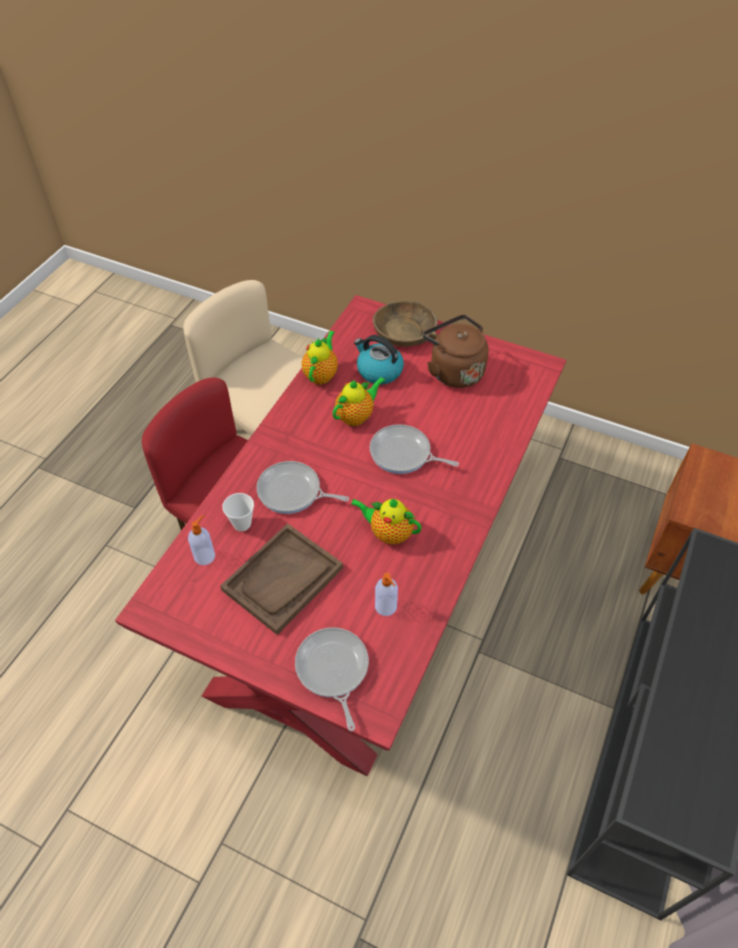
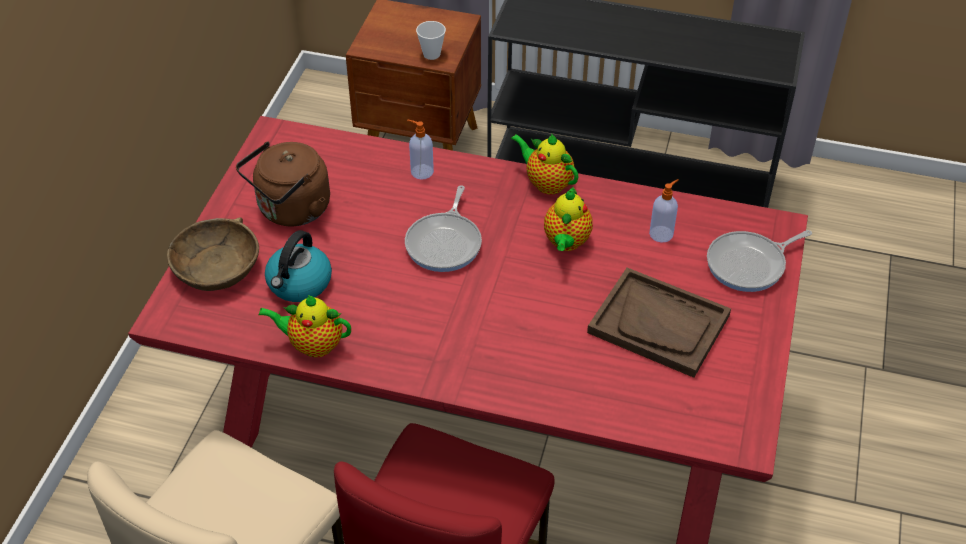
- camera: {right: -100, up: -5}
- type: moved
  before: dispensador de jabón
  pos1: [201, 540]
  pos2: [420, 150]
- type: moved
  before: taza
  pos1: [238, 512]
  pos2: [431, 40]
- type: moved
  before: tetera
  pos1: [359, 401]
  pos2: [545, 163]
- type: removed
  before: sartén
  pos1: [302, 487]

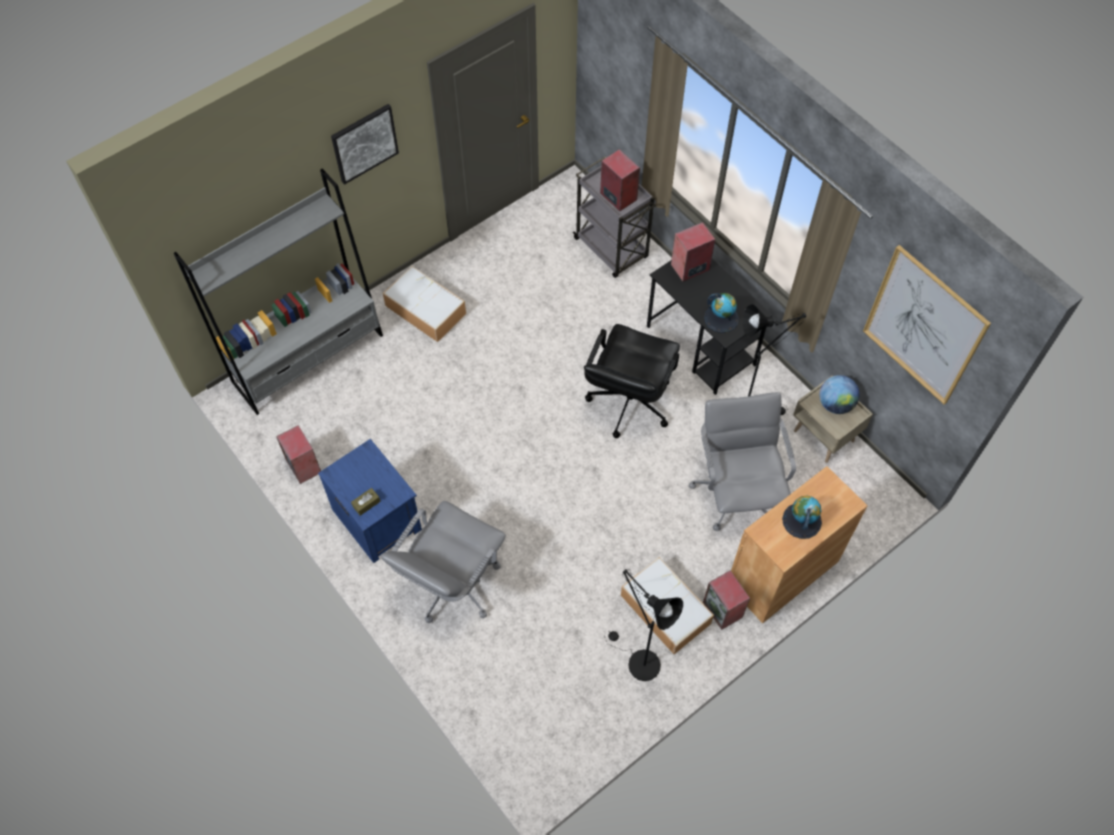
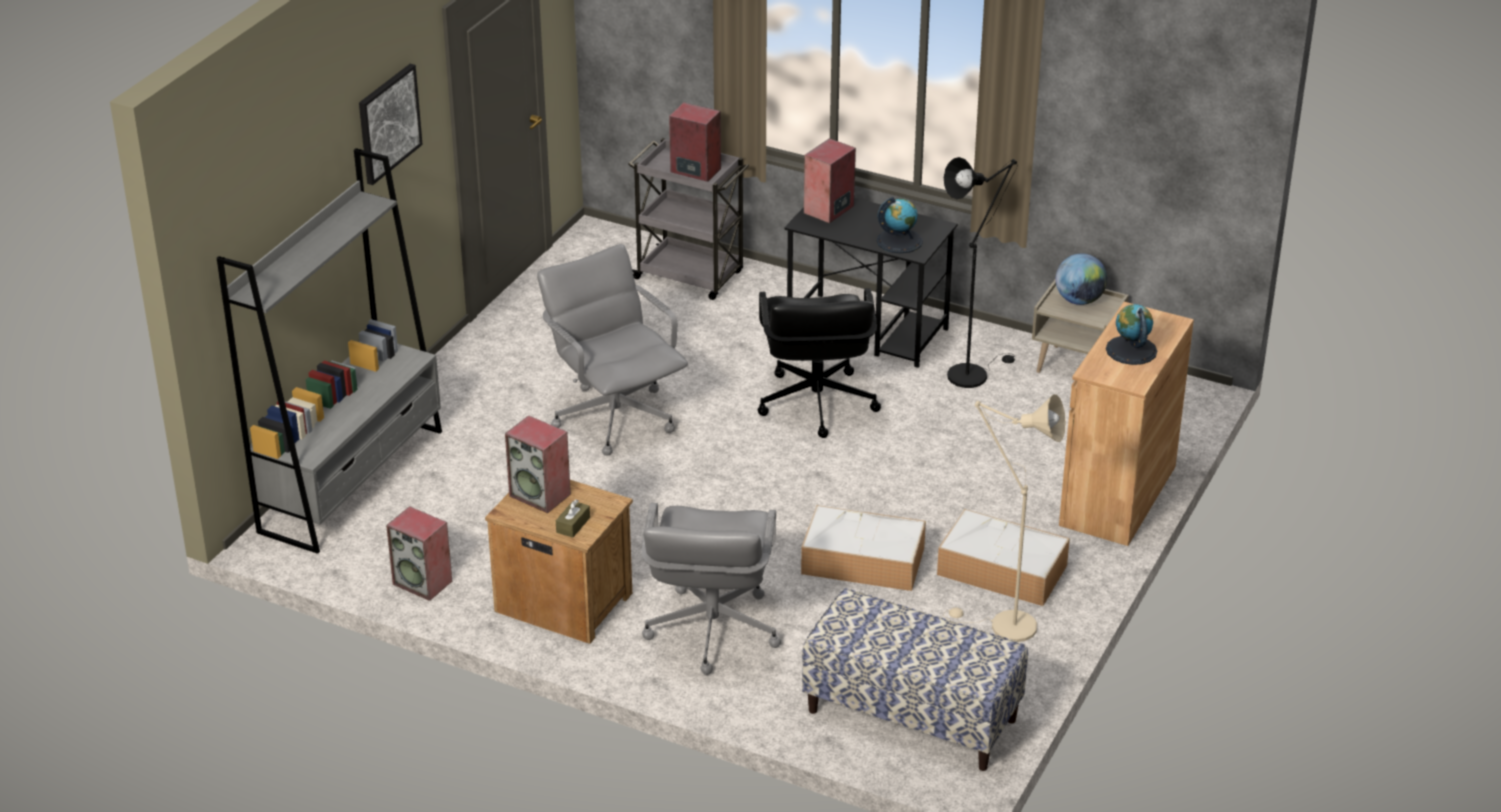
- camera: {right: -25, up: -25}
- type: recoloured
  before: mesita de noche [azul]
  after: mesita de noche [marrón]
  pos1: [370, 501]
  pos2: [559, 562]
- type: moved
  before: altavoz
  pos1: [726, 600]
  pos2: [538, 464]
- type: moved
  before: silla de oficina [gris]
  pos1: [742, 461]
  pos2: [612, 349]
- type: moved
  before: caja de almacenaje
  pos1: [424, 304]
  pos2: [863, 548]
- type: added
  after: banco
  pos2: [915, 679]
- type: recoloured
  before: lámpara de pie [negro]
  after: lámpara de pie [beis]
  pos1: [643, 625]
  pos2: [1004, 518]
- type: removed
  before: cuadro
  pos1: [927, 325]

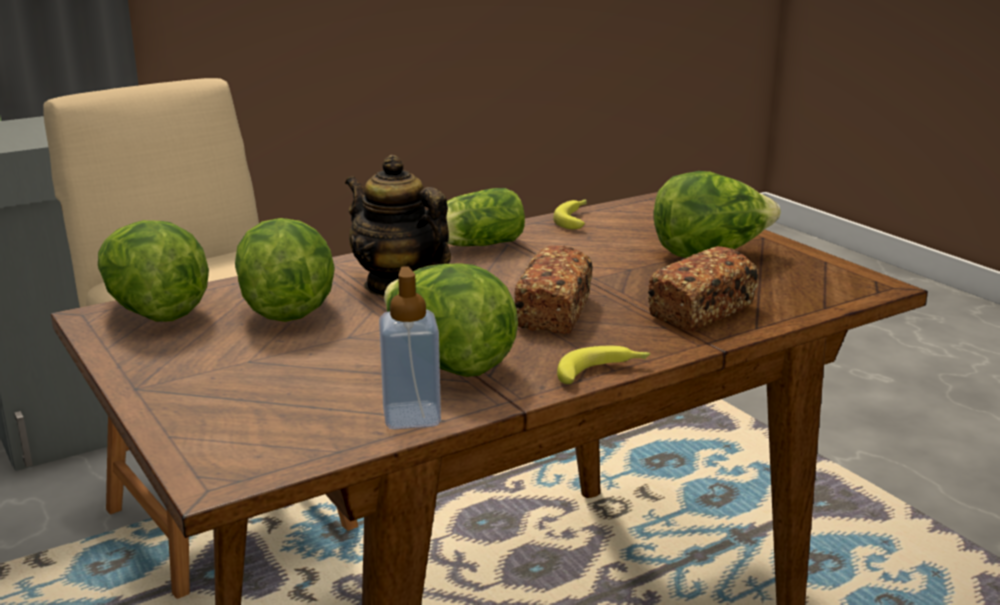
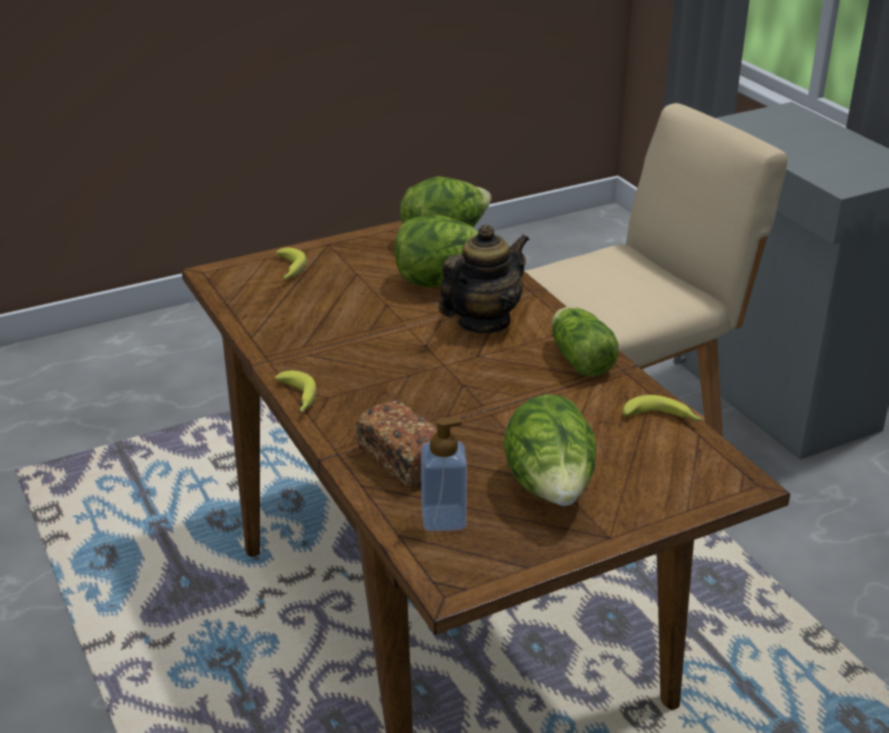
- camera: {right: 95, up: 10}
- type: added
  after: plátano
  pos2: [291, 263]
- type: moved
  before: dispensador de jabón
  pos1: [410, 348]
  pos2: [444, 475]
- type: removed
  before: lechuga
  pos1: [451, 320]
- type: removed
  before: pan
  pos1: [553, 290]

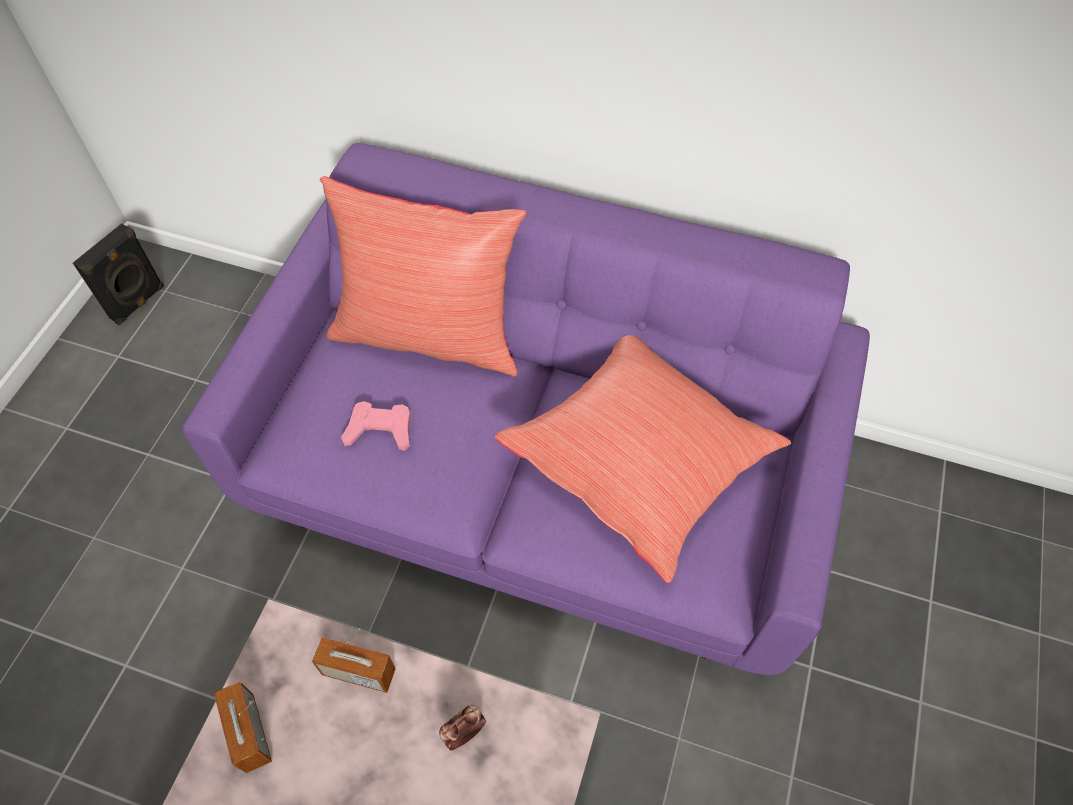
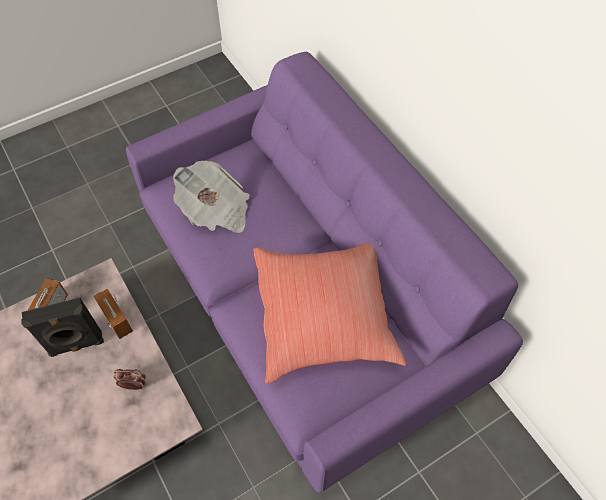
- camera: {right: 40, up: 0}
- type: moved
  before: altavoz [negro]
  pos1: [118, 274]
  pos2: [62, 327]
- type: replaced
  before: mando de consola [rosa]
  after: periódico
  pos1: [376, 426]
  pos2: [211, 197]
- type: removed
  before: cojín [rojo]
  pos1: [423, 276]

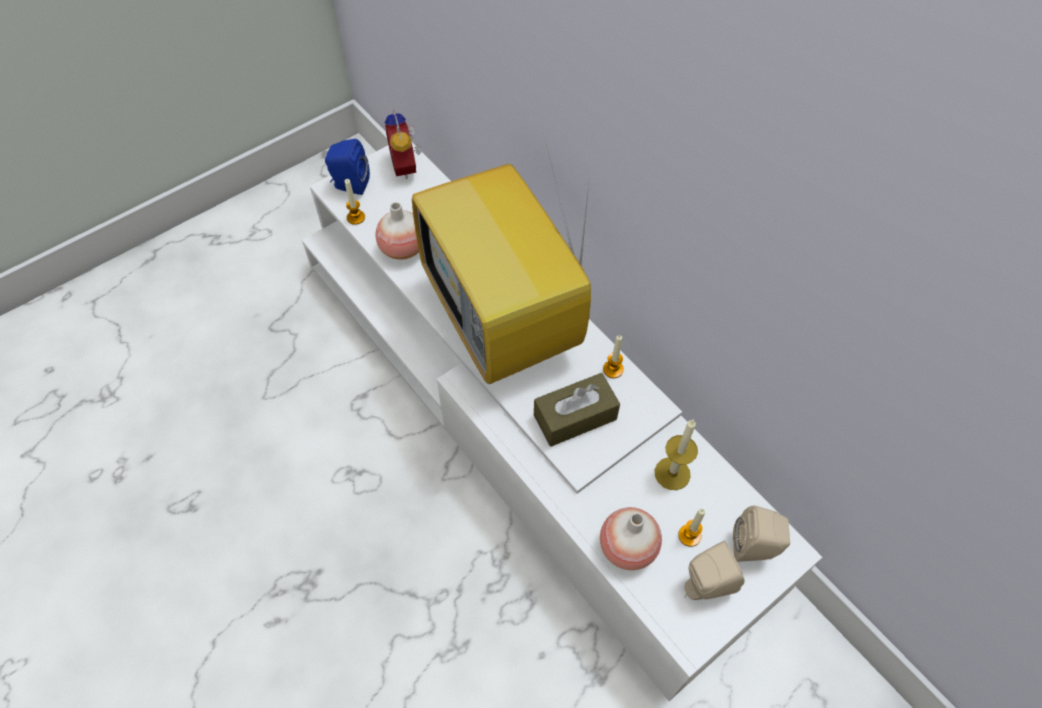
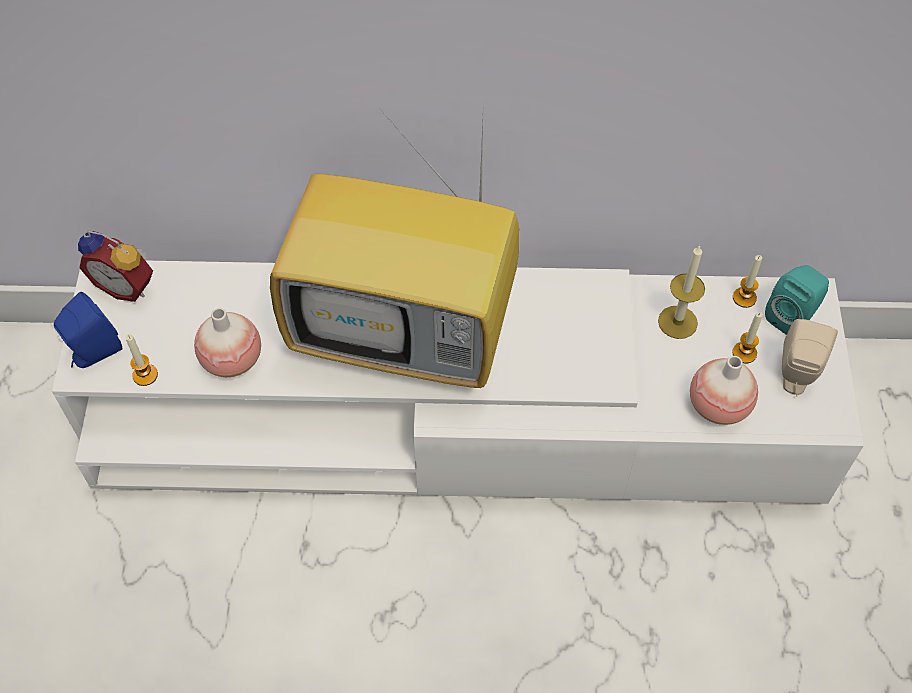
- camera: {right: -50, up: 0}
- type: moved
  before: vela
  pos1: [613, 356]
  pos2: [747, 281]
- type: recoloured
  before: altavoz [beis]
  after: altavoz [turquesa]
  pos1: [761, 533]
  pos2: [797, 300]
- type: removed
  before: caja de pañuelos [marrón]
  pos1: [577, 410]

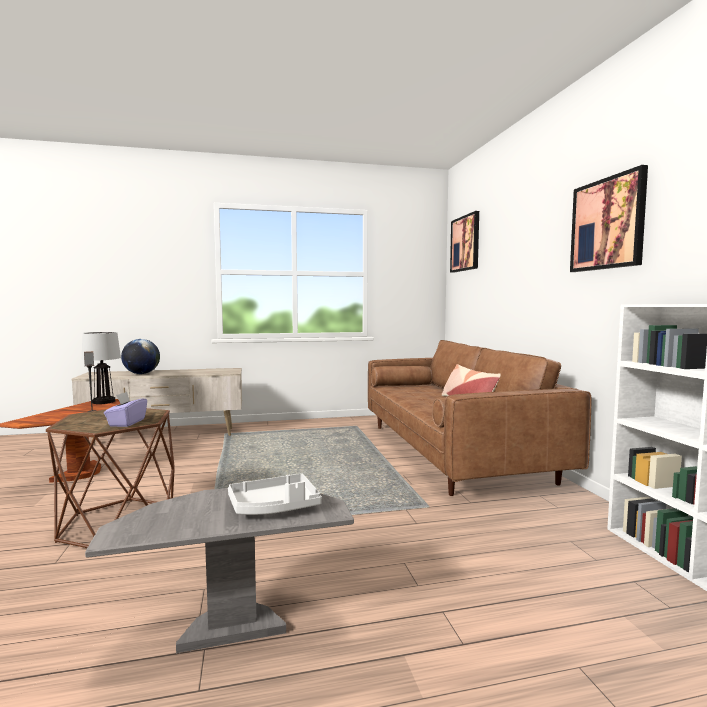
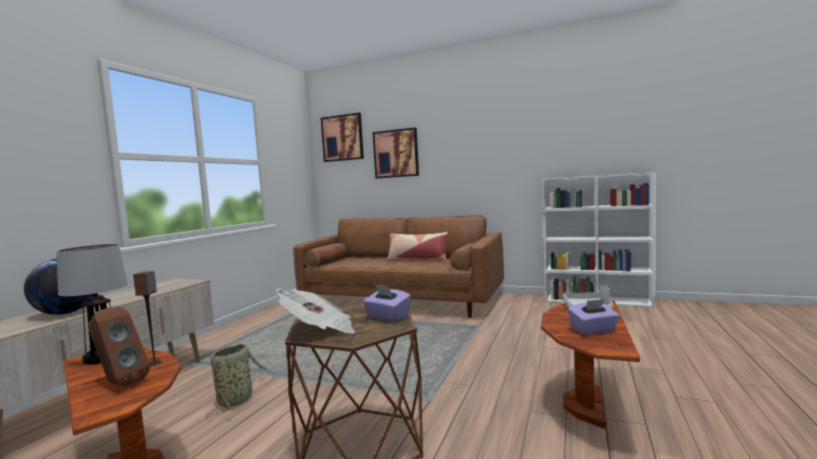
- camera: {right: -55, up: 0}
- type: added
  after: altavoz [marrón]
  pos2: [119, 346]
- type: added
  after: cesta
  pos2: [236, 380]
- type: added
  after: periódico
  pos2: [315, 311]
- type: moved
  before: cuadro
  pos1: [609, 218]
  pos2: [395, 153]
- type: recoloured
  before: mesa auxiliar [gris]
  after: mesa auxiliar [marrón]
  pos1: [219, 570]
  pos2: [590, 364]
- type: added
  after: caja de pañuelos [morado]
  pos2: [594, 317]

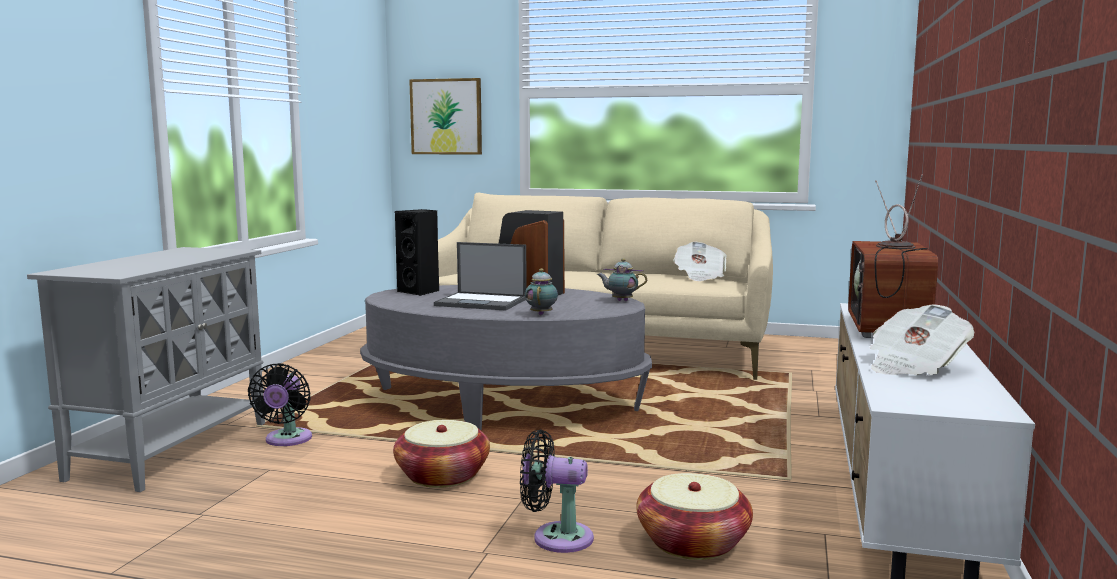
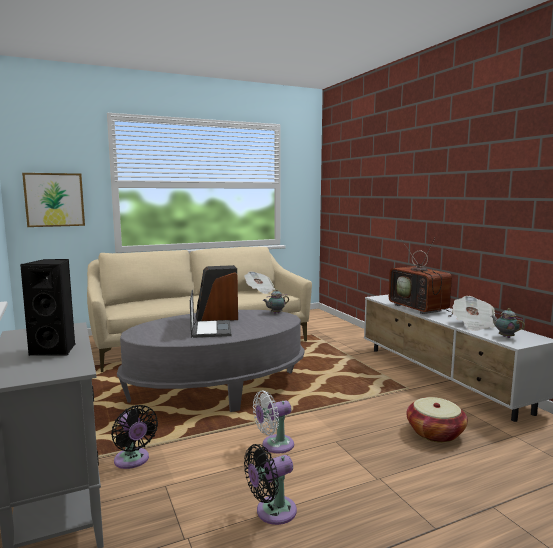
- camera: {right: -40, up: 0}
- type: moved
  before: altavoz [negro]
  pos1: [417, 252]
  pos2: [47, 307]
- type: turned
  before: portátil
  pos1: [480, 276]
  pos2: [210, 314]
  turn: -75
- type: moved
  before: ventilador [negro]
  pos1: [557, 491]
  pos2: [270, 484]
- type: replaced
  before: cesta
  after: ventilador [blanco]
  pos1: [441, 454]
  pos2: [273, 422]
- type: moved
  before: tetera
  pos1: [541, 292]
  pos2: [508, 323]

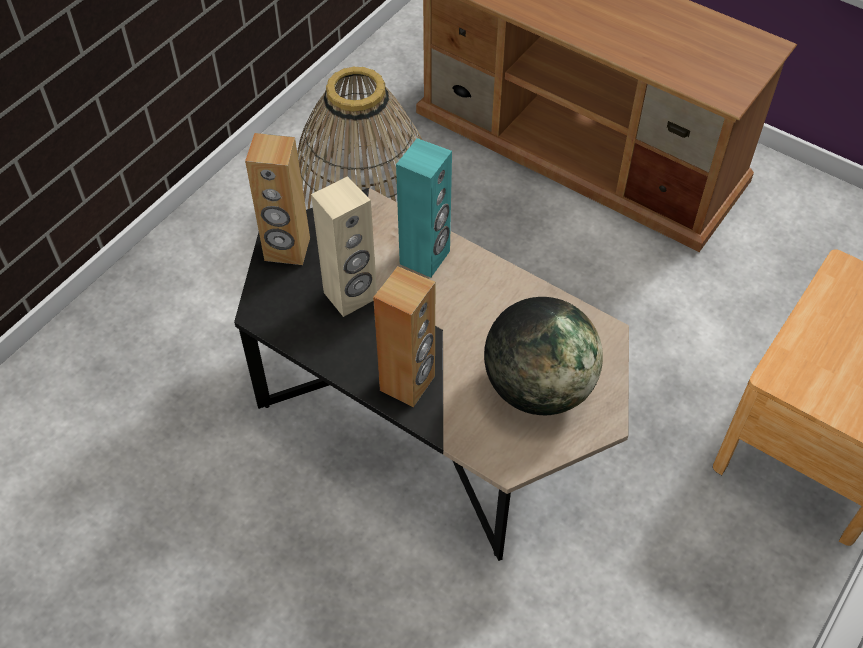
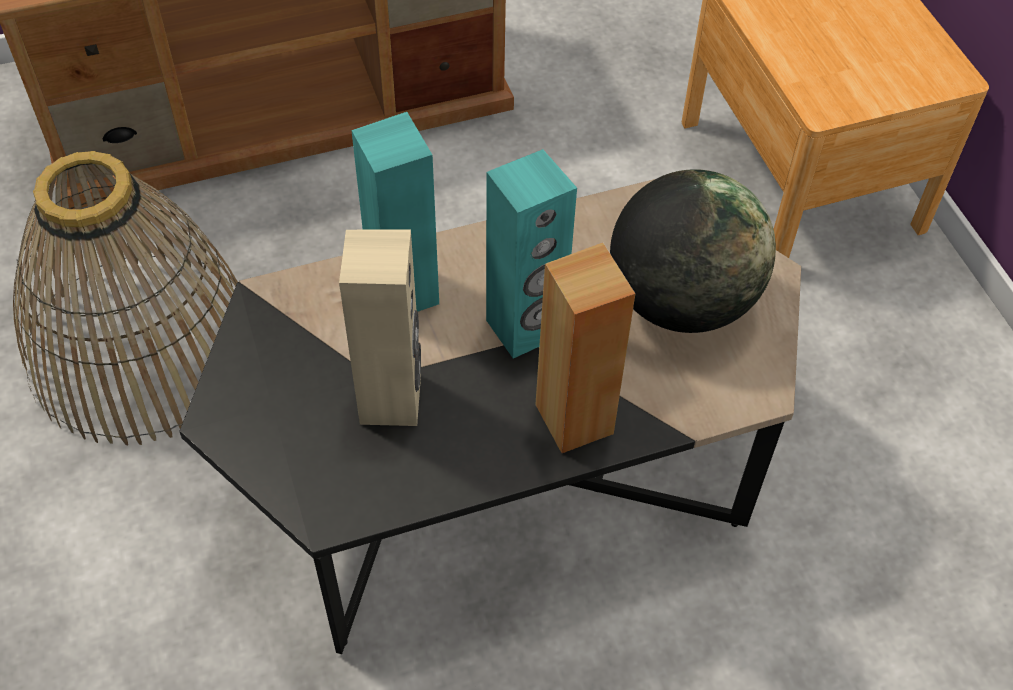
- camera: {right: -55, up: 0}
- type: added
  after: altavoz [turquesa]
  pos2: [531, 254]
- type: removed
  before: altavoz [marrón]
  pos1: [277, 199]

